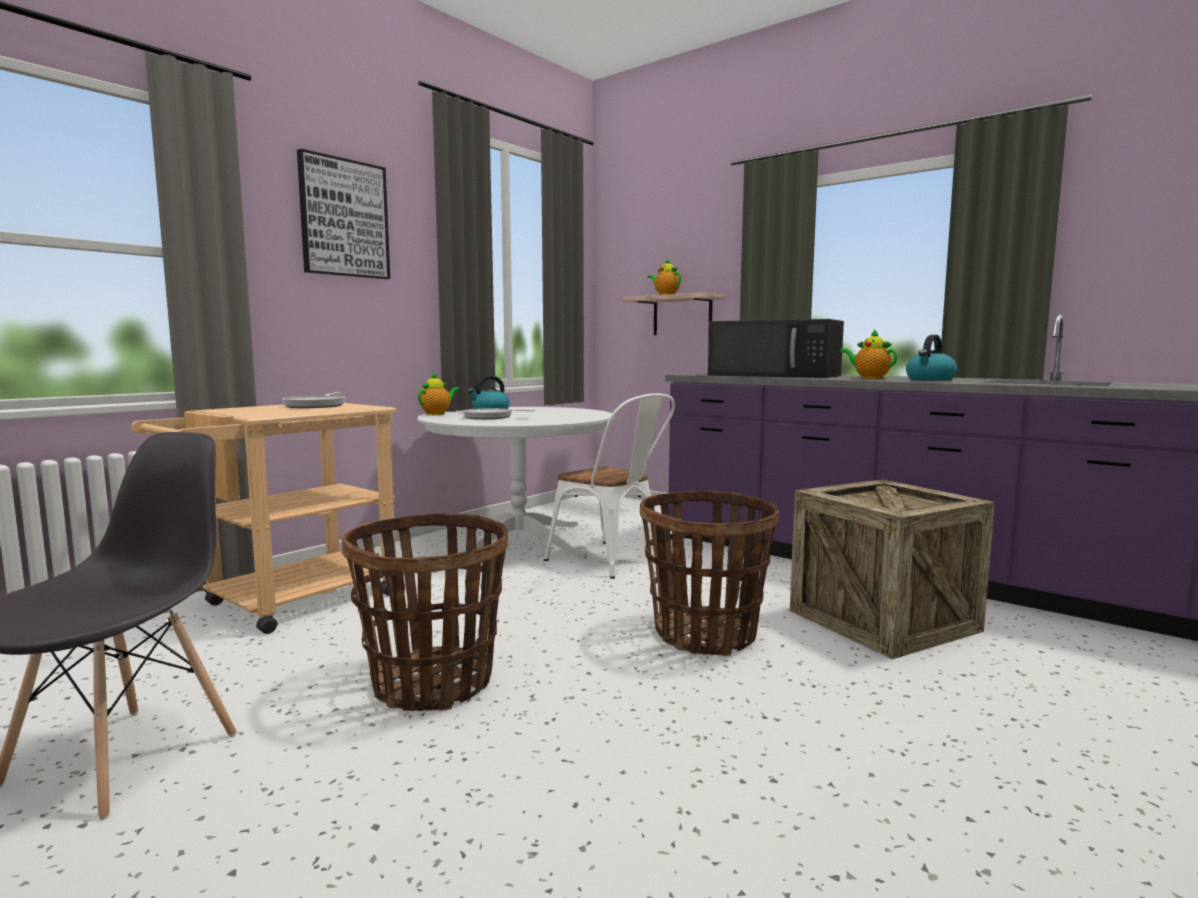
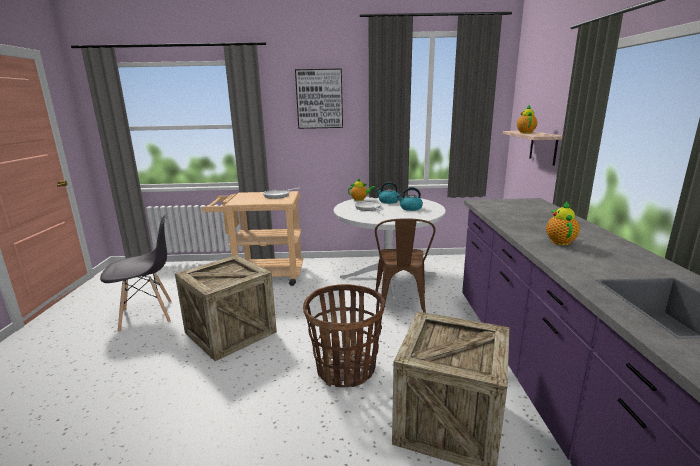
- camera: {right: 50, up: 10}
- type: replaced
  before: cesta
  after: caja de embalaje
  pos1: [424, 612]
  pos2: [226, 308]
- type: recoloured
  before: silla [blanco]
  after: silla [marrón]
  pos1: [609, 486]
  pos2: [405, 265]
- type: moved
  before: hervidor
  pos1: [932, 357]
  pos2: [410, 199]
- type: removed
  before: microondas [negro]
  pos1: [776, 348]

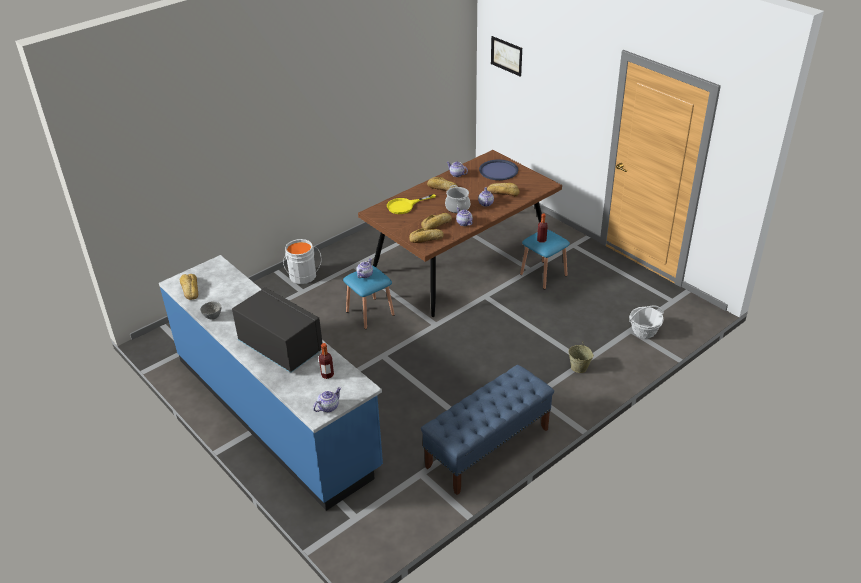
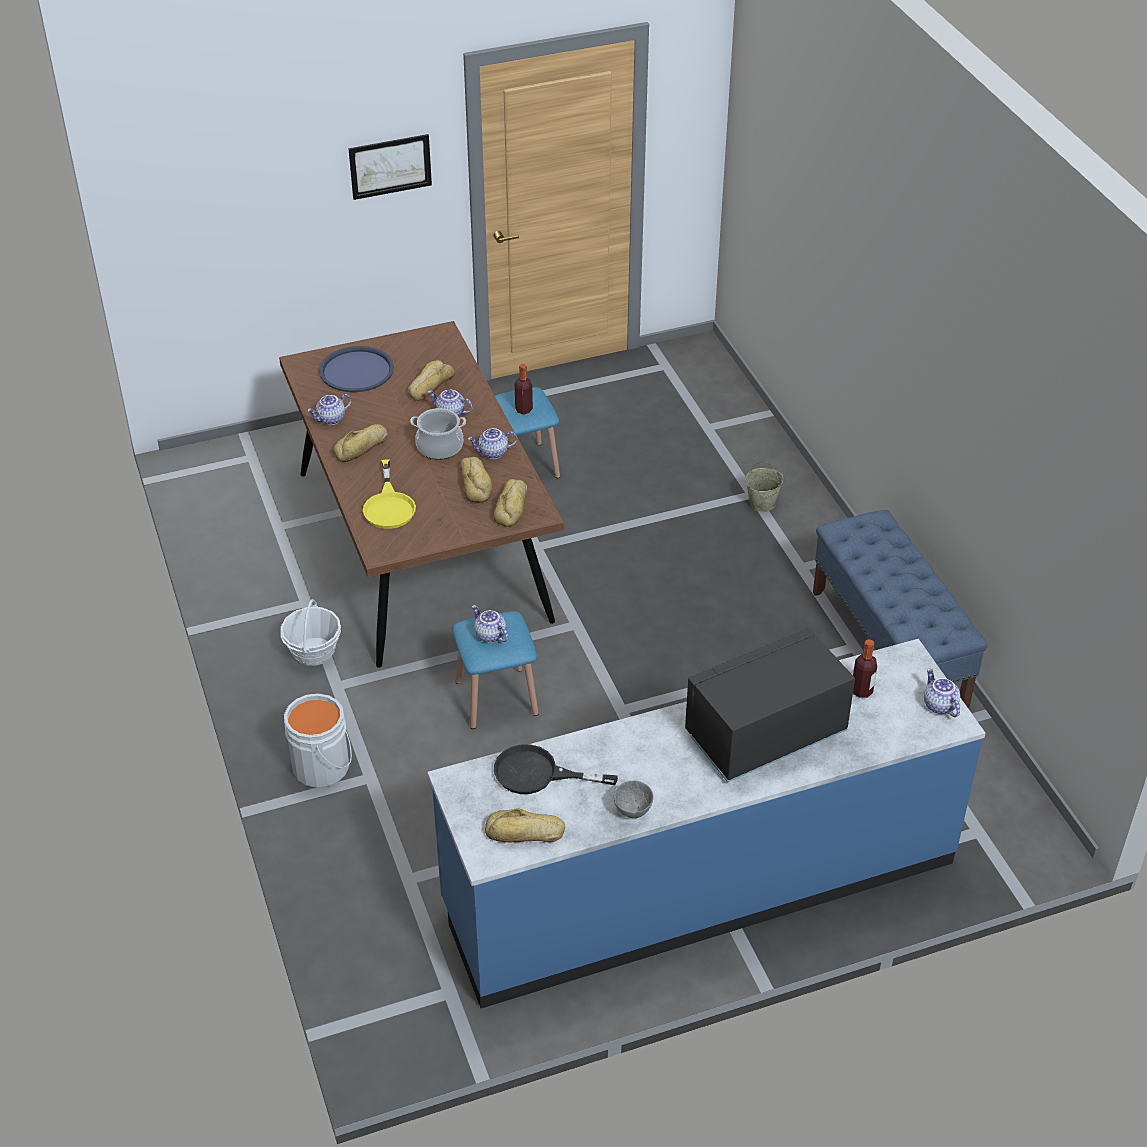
- camera: {right: -70, up: 5}
- type: moved
  before: cesta
  pos1: [646, 322]
  pos2: [310, 632]
- type: moved
  before: cuadro
  pos1: [506, 56]
  pos2: [390, 167]
- type: added
  after: sartén [negro]
  pos2: [556, 769]

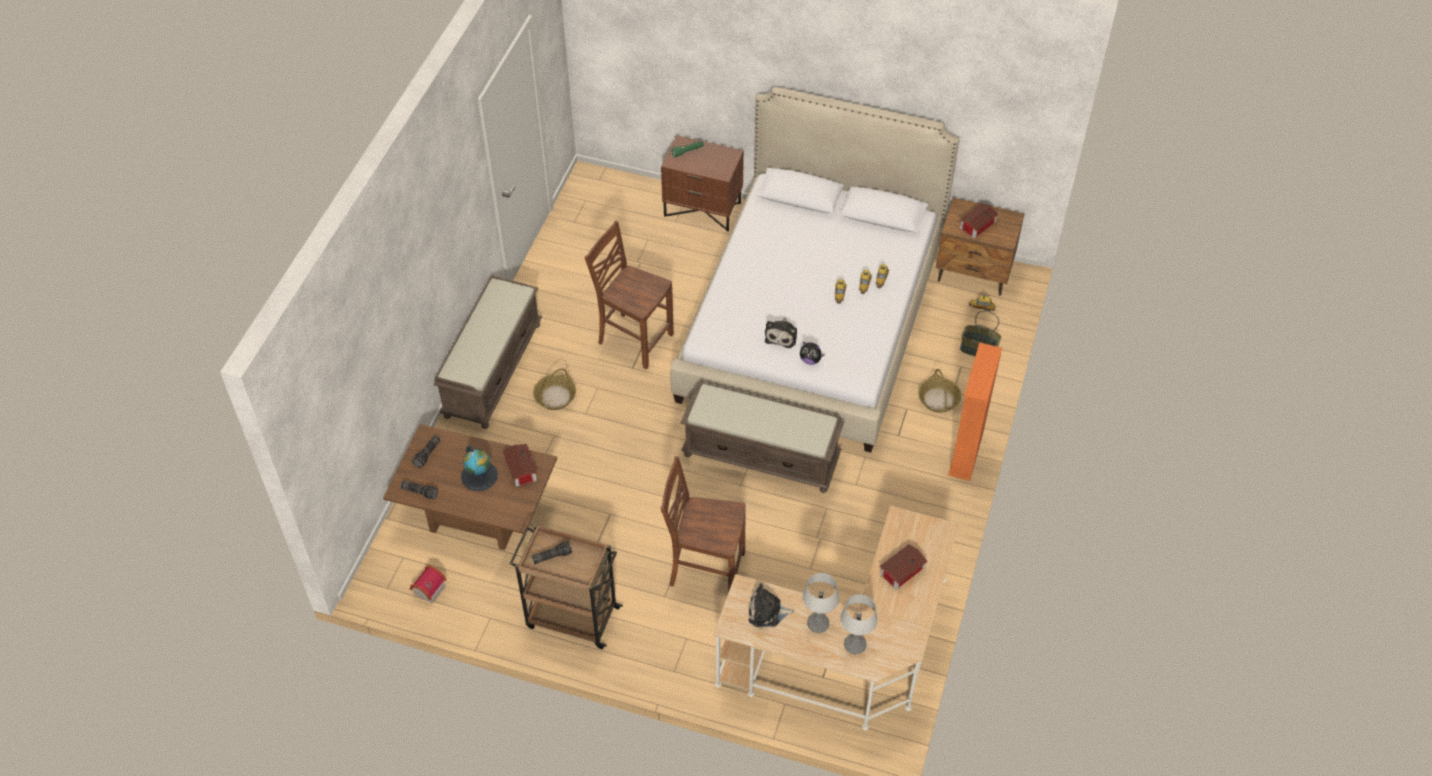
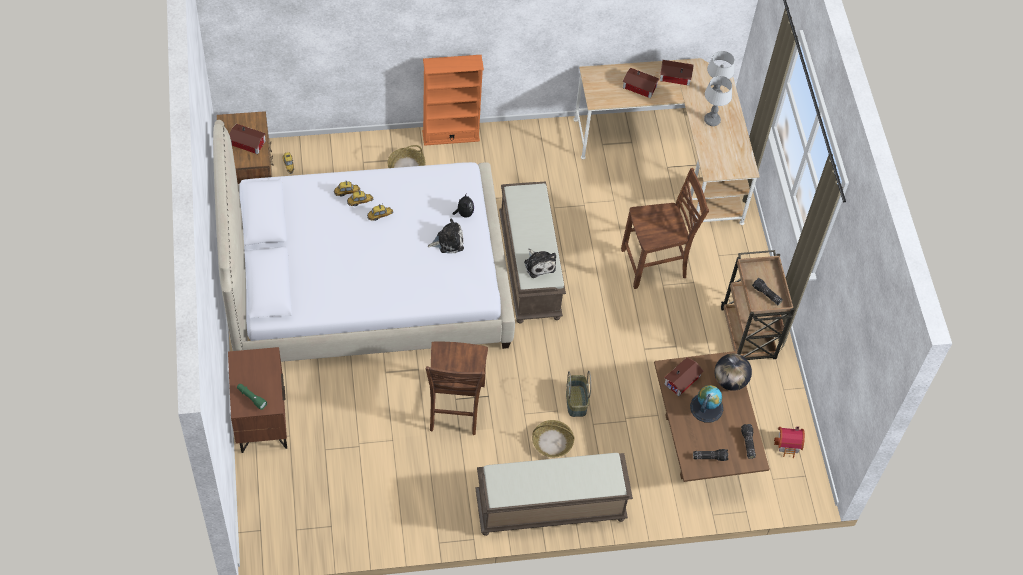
- camera: {right: -120, up: 5}
- type: moved
  before: peluche
  pos1: [771, 605]
  pos2: [540, 263]
- type: moved
  before: cesta
  pos1: [980, 333]
  pos2: [578, 394]
- type: turned
  before: silla [marrón]
  pos1: [703, 524]
  pos2: [665, 228]
  turn: -90
- type: added
  after: casita
  pos2: [676, 73]
- type: added
  after: globo terráqueo
  pos2: [733, 372]

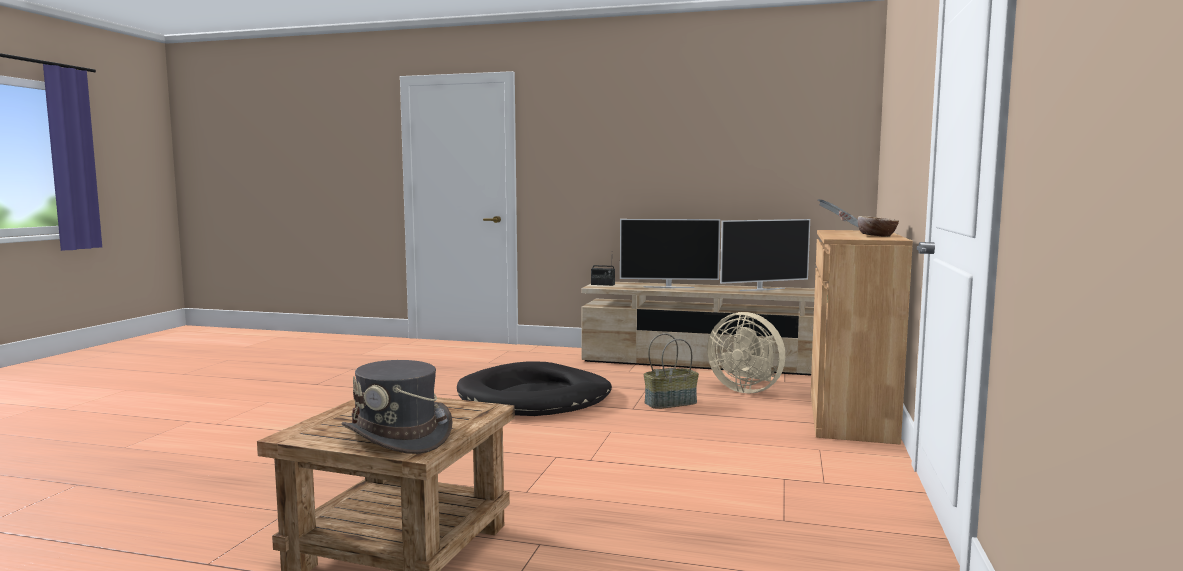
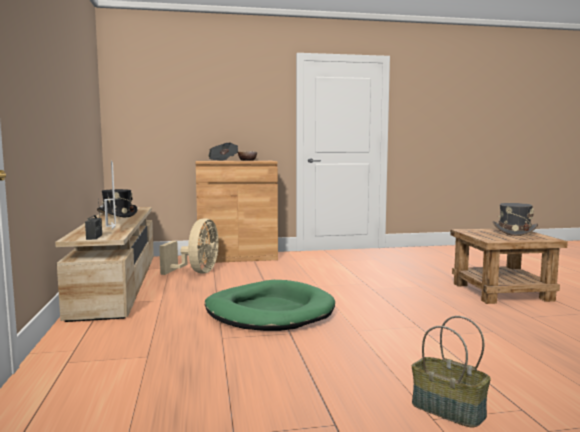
- camera: {right: -115, up: 0}
- type: replaced
  before: televisor
  after: sombrero [negro]
  pos1: [765, 255]
  pos2: [117, 203]
- type: recoloured
  before: cama para perro [negro]
  after: cama para perro [verde]
  pos1: [534, 389]
  pos2: [270, 305]
- type: moved
  before: cesta
  pos1: [671, 371]
  pos2: [451, 372]

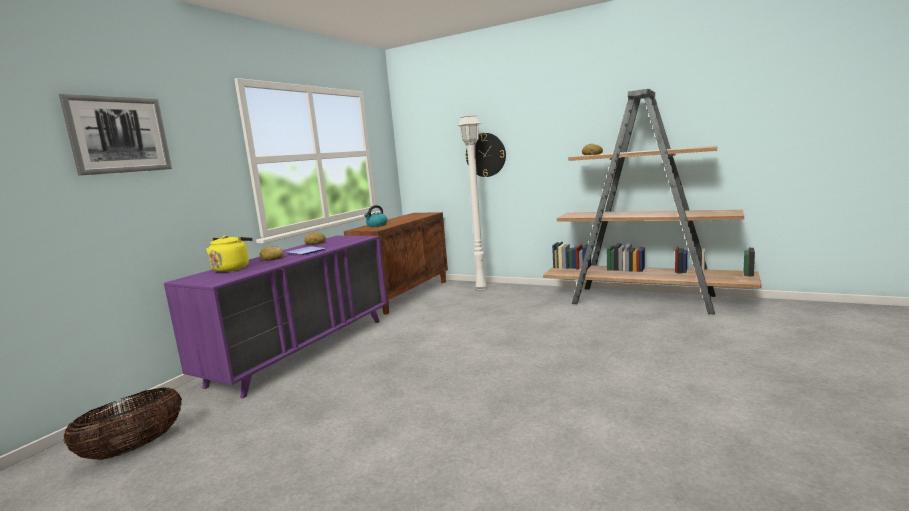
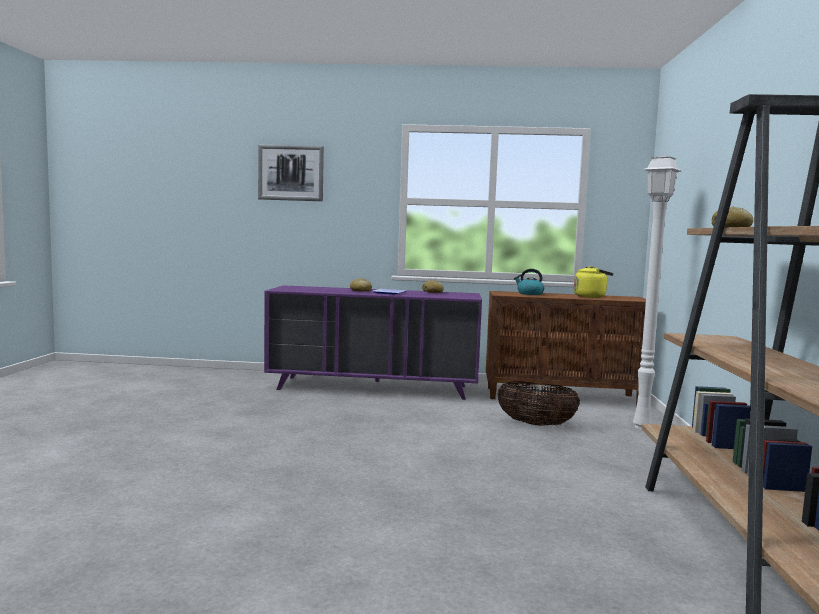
- camera: {right: 65, up: -5}
- type: moved
  before: cesta
  pos1: [122, 423]
  pos2: [538, 403]
- type: moved
  before: hervidor [amarillo]
  pos1: [229, 253]
  pos2: [594, 282]
- type: removed
  before: reloj de pared
  pos1: [485, 155]

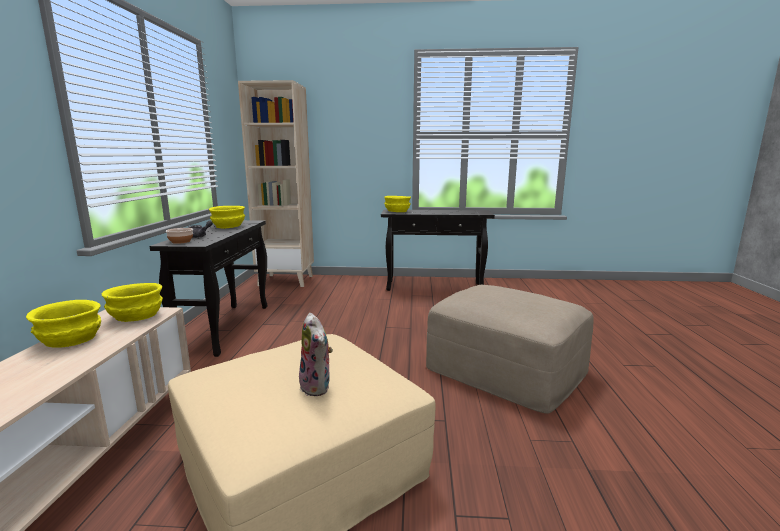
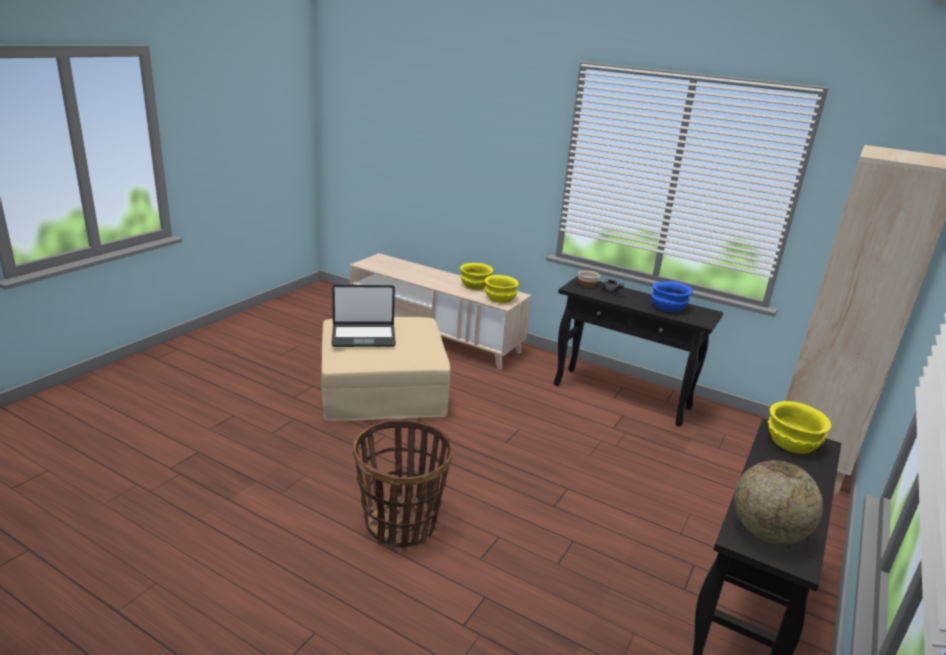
- camera: {right: 115, up: 10}
- type: replaced
  before: peluche
  after: portátil
  pos1: [316, 354]
  pos2: [363, 316]
- type: replaced
  before: puf [beis]
  after: cesta
  pos1: [510, 349]
  pos2: [403, 483]
- type: recoloured
  before: cuenco [amarillo]
  after: cuenco [azul]
  pos1: [227, 217]
  pos2: [672, 296]
- type: added
  after: globo terráqueo
  pos2: [778, 502]

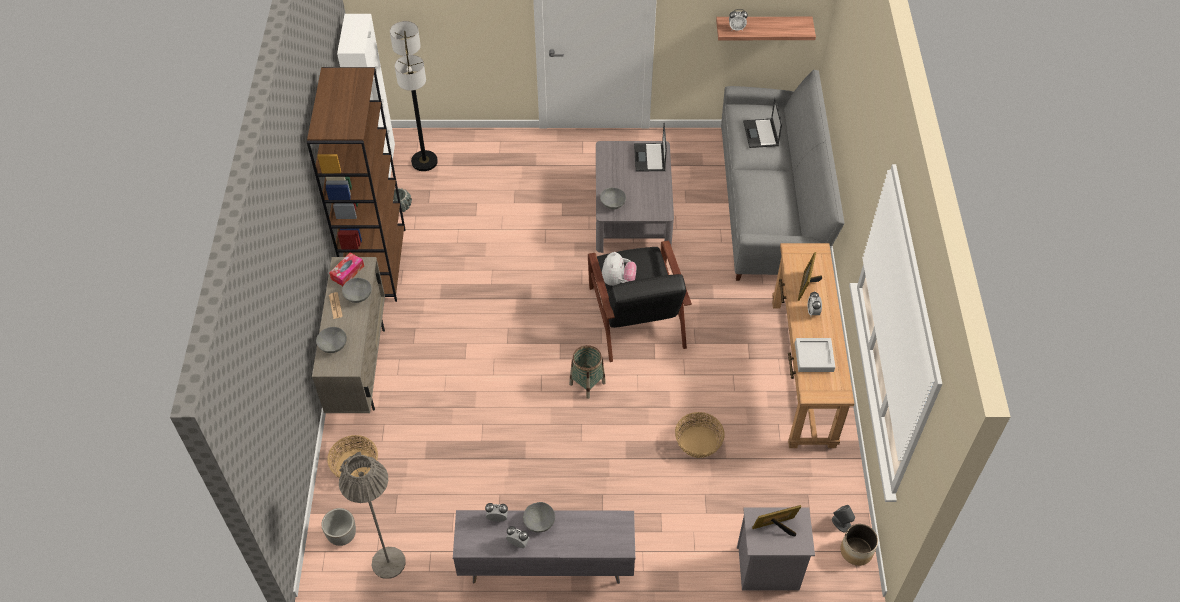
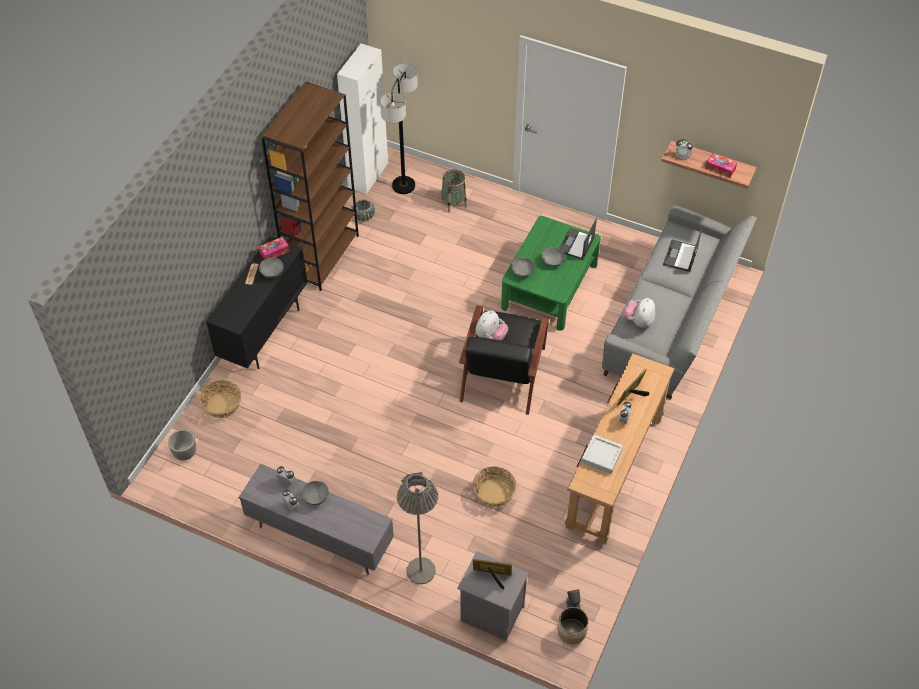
- camera: {right: 25, up: 0}
- type: recoloured
  before: armario [beis]
  after: armario [negro]
  pos1: [348, 335]
  pos2: [257, 302]
- type: moved
  before: lámpara de pie [gris]
  pos1: [372, 515]
  pos2: [417, 528]
- type: moved
  before: cesta
  pos1: [587, 372]
  pos2: [454, 190]
- type: recoloured
  before: mesa de centro [gris]
  after: mesa de centro [verde]
  pos1: [635, 197]
  pos2: [551, 273]
- type: moved
  before: cuenco [gris]
  pos1: [331, 340]
  pos2: [553, 257]
- type: added
  after: peluche
  pos2: [639, 313]
- type: added
  after: caja de pañuelos
  pos2: [721, 165]

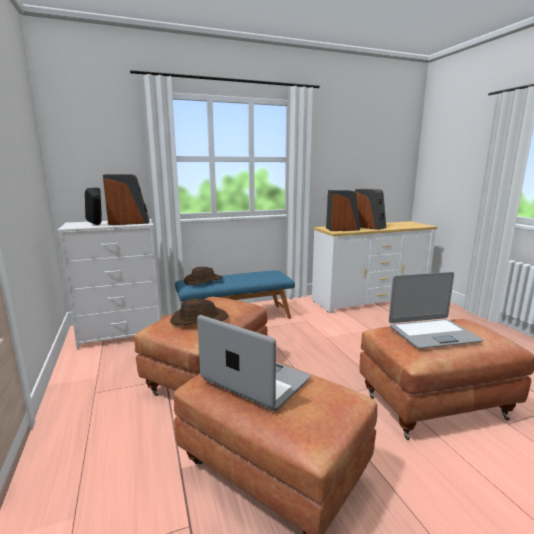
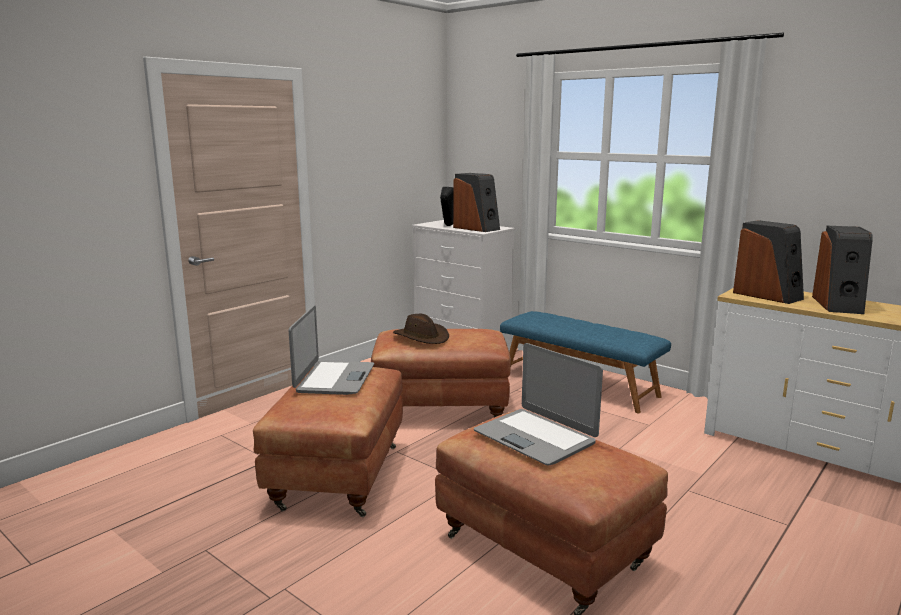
- camera: {right: 60, up: 0}
- type: removed
  before: sombrero [marrón]
  pos1: [203, 276]

